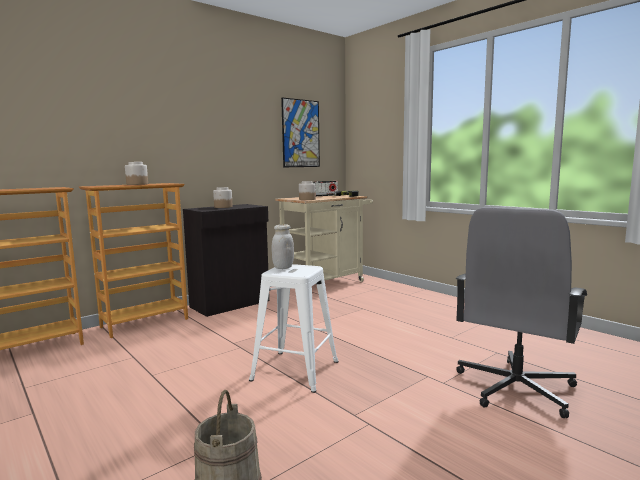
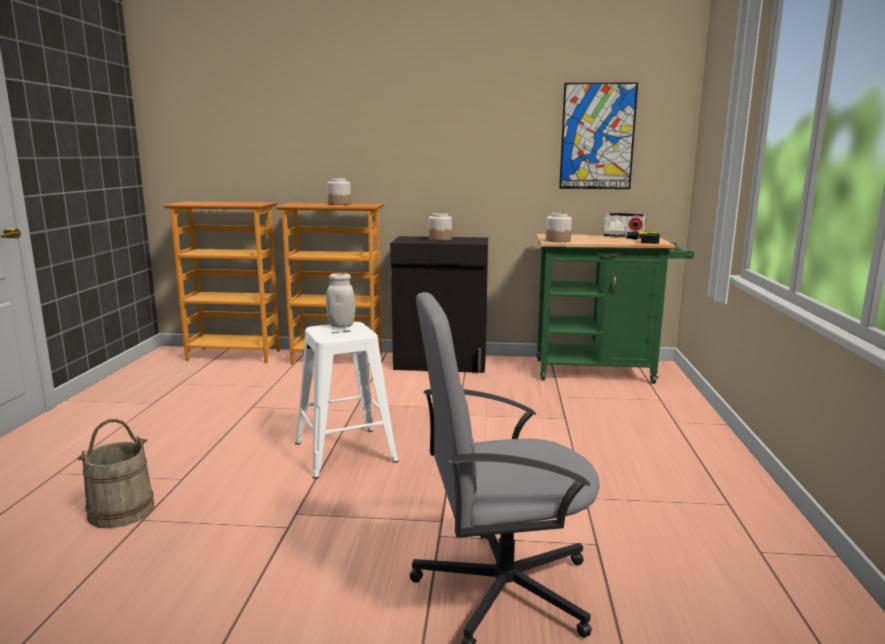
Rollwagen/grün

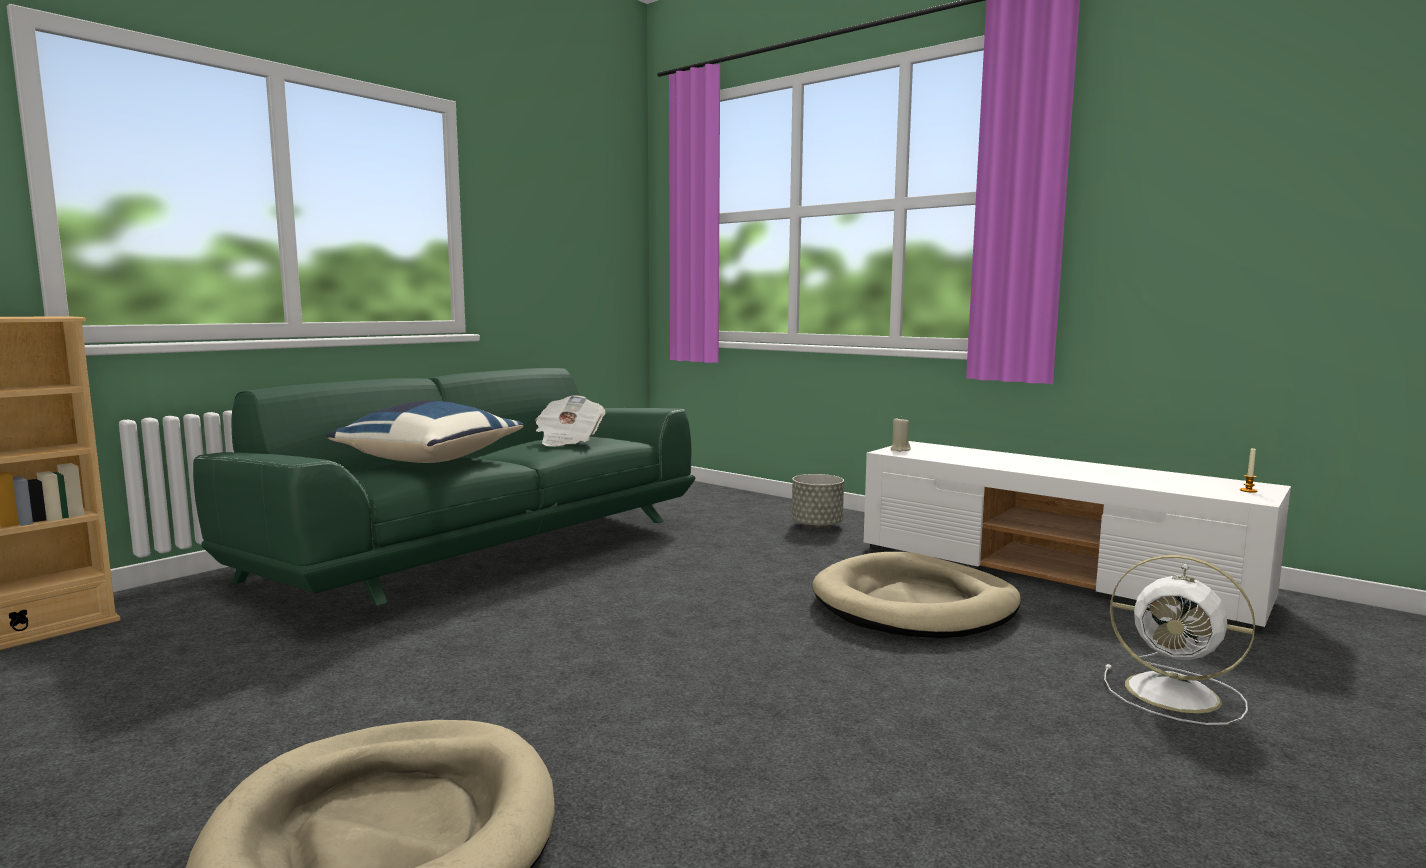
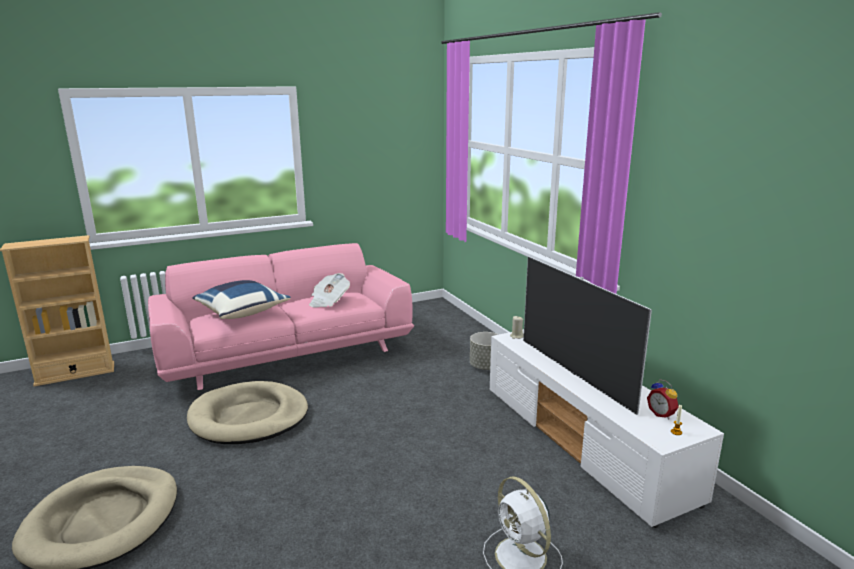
Sofa/rosa
Hundebett/beige (no. 2 from left)
Fernseher
Wecker

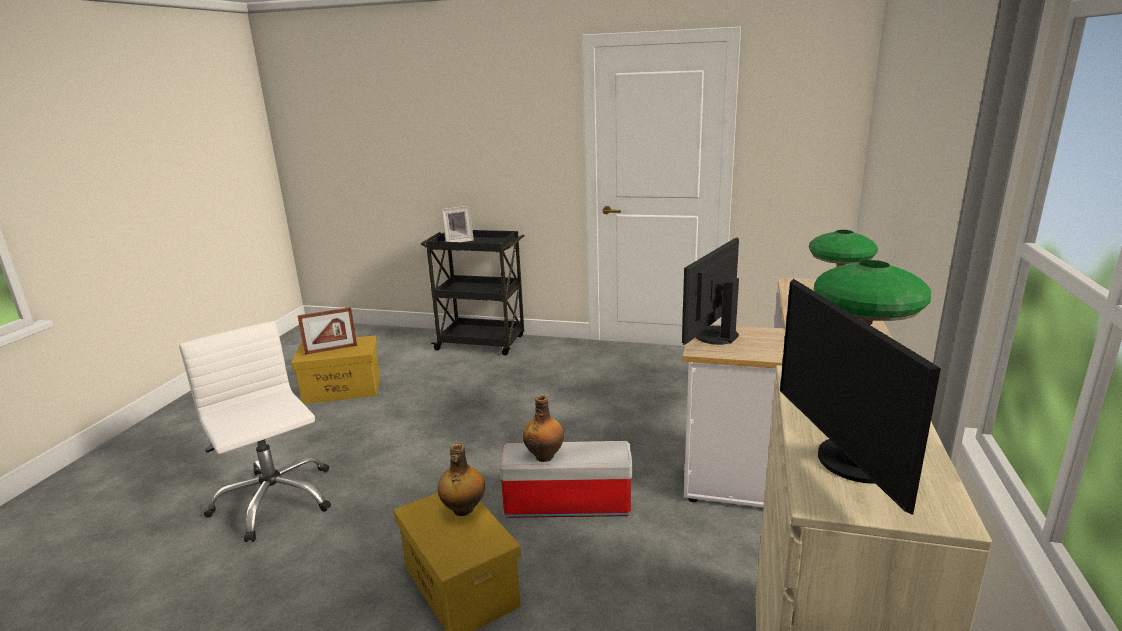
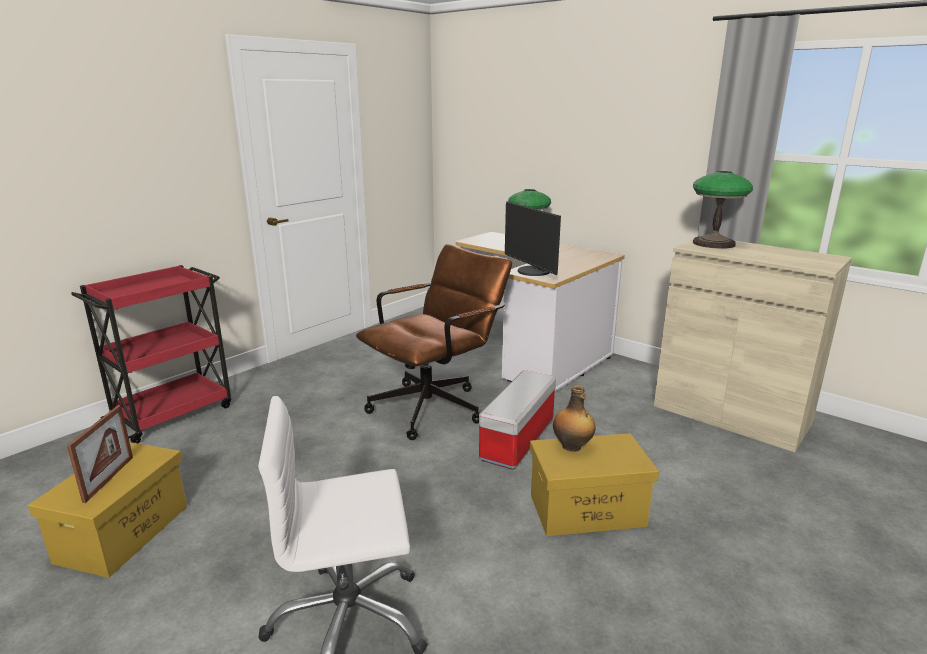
Bilderrahmen (no. 2 from left in the first image)
Rollwagen/rot
Monitor (no. 2 from left in the first image)
Flasche (no. 2 from left in the first image)
Bürostuhl/braun

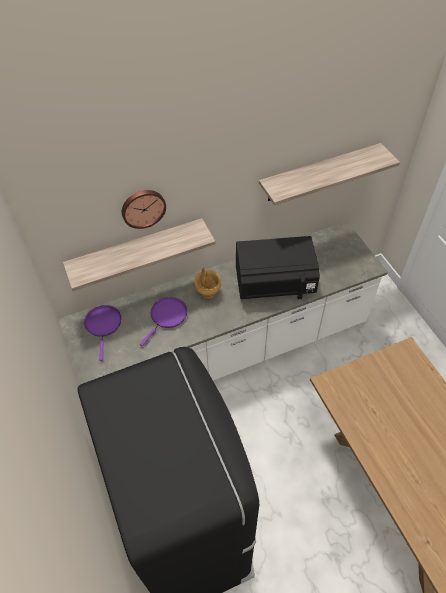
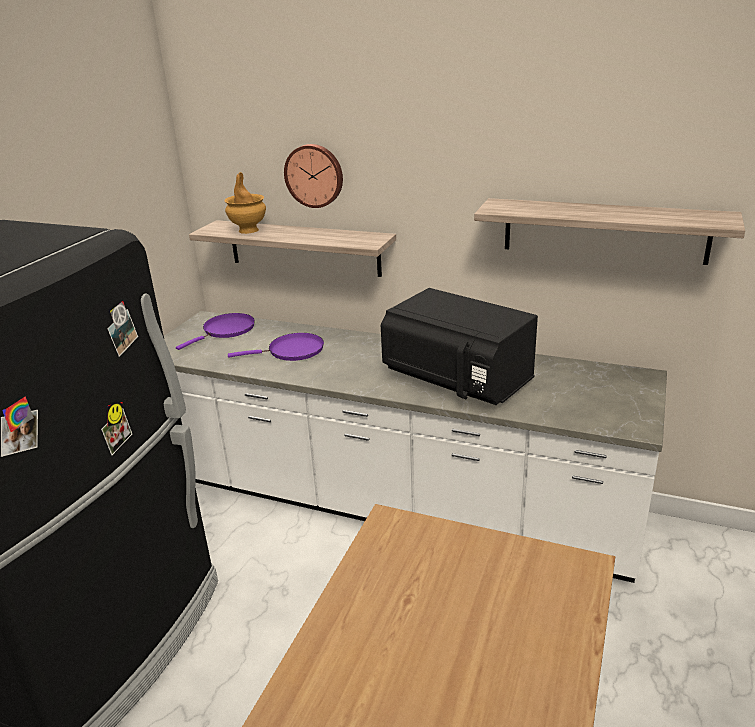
Vase/braun

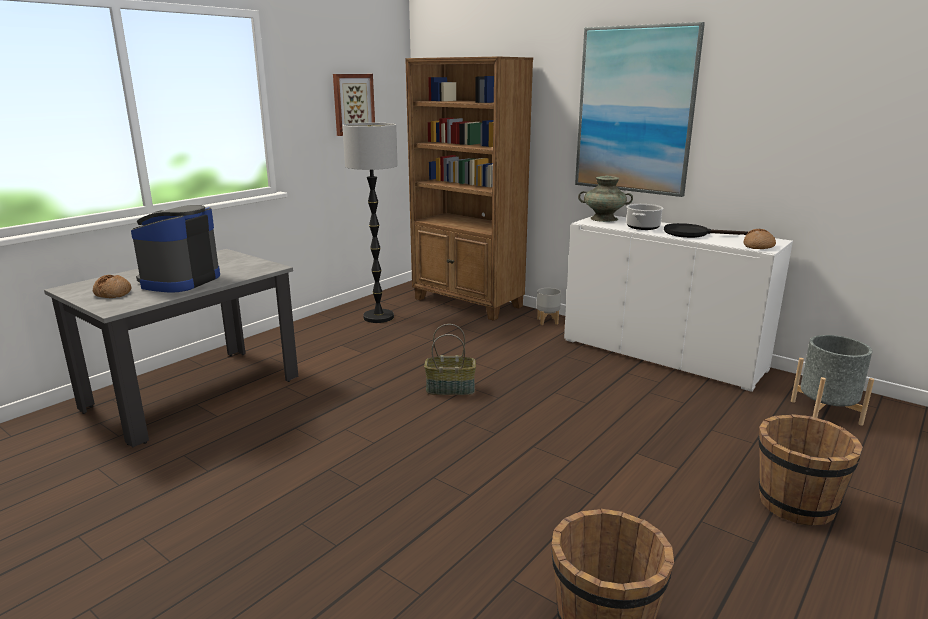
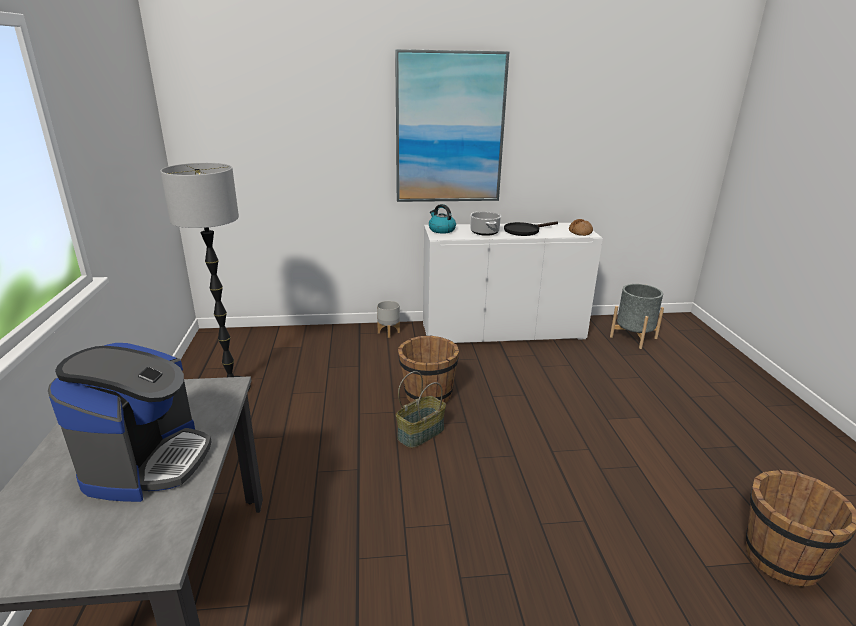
Bücherregal/braun
Bild (no. 1 from left in the first image)
Wasserkessel
Kaffeemaschine
Brot (no. 1 from left in the first image)
Eimer/braun (no. 1 from left)

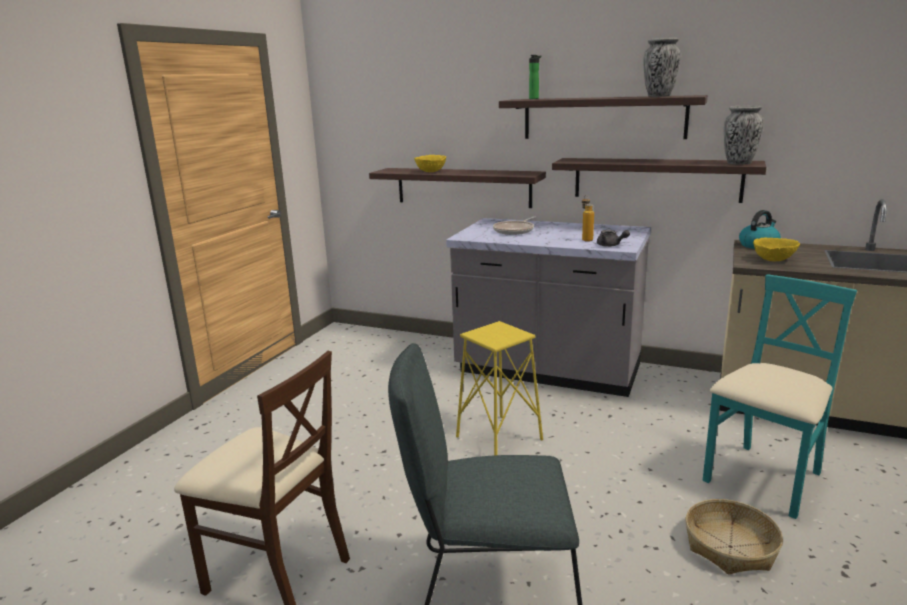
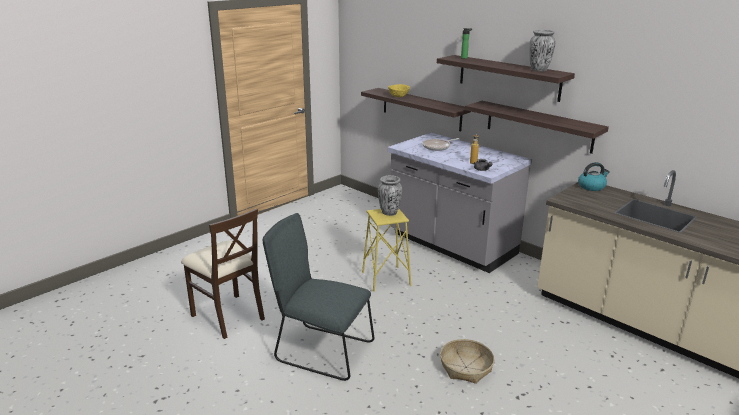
Vase (no. 1 from left)
Schüssel/gelb (no. 2 from left in the first image)
Stuhl/türkis

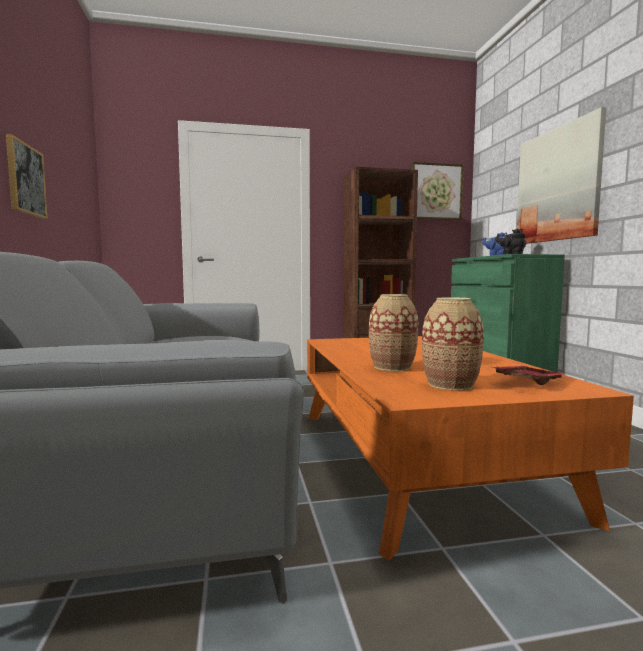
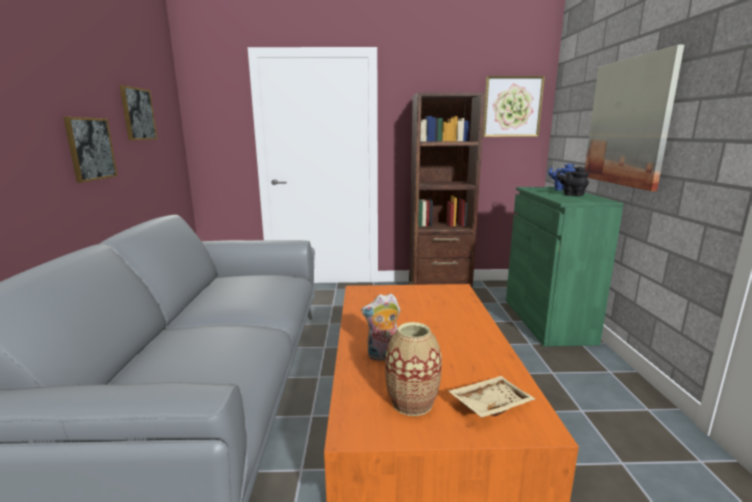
Plüschtier
Tablett/beige
Bild (no. 2 from left)

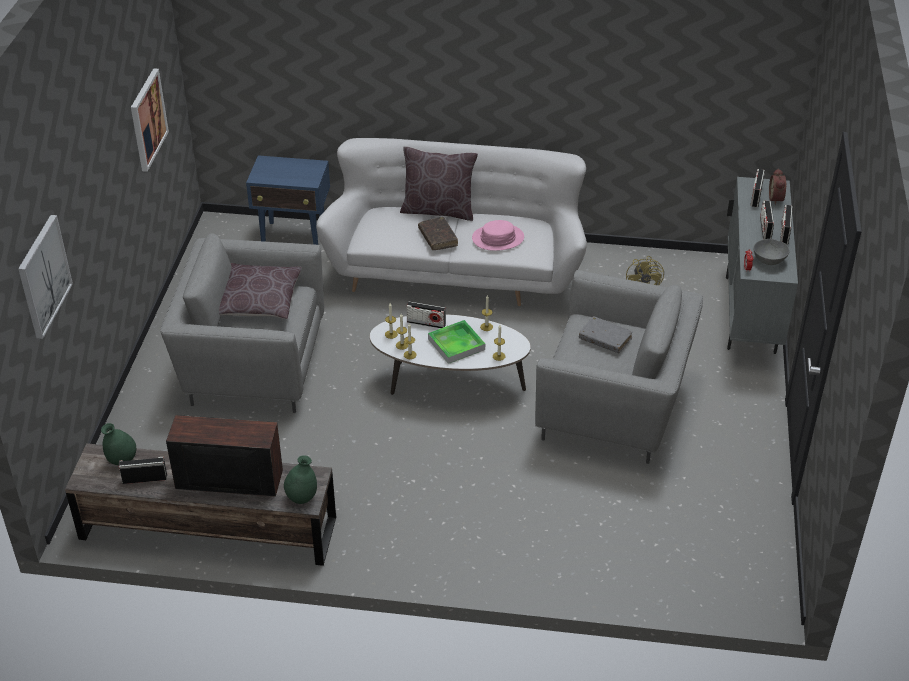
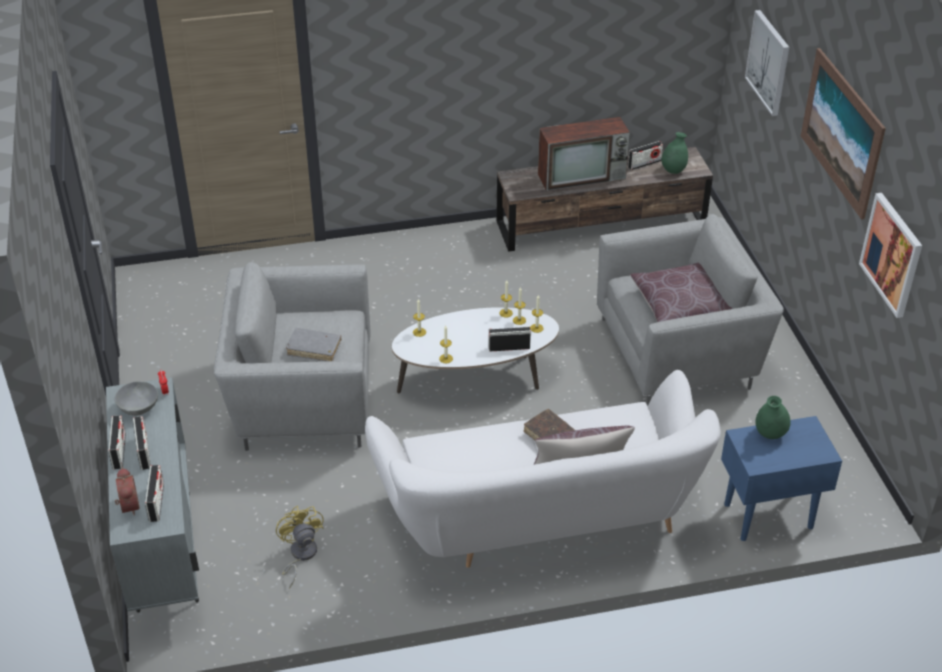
Hut/rosa
Tablett
Vase/grün (no. 2 from left)
Bild (no. 2 from left)

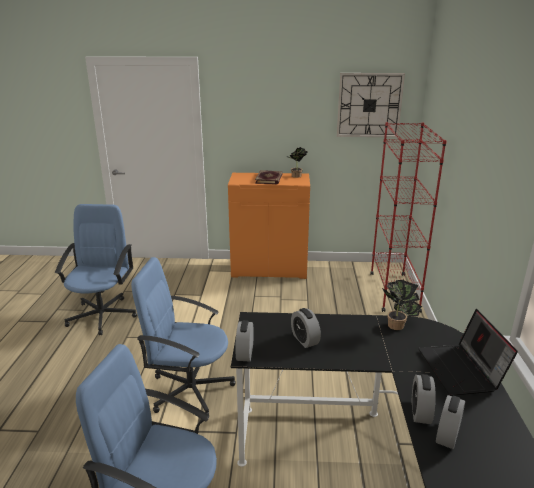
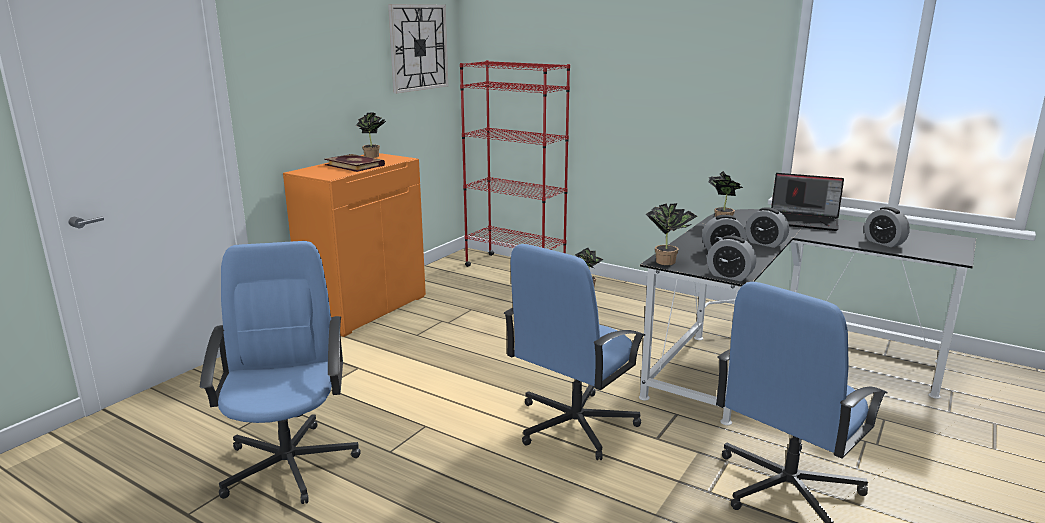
Bürostuhl/blau (no. 1 from left)
Wecker (no. 3 from left)
Topfpflanze (no. 3 from left)

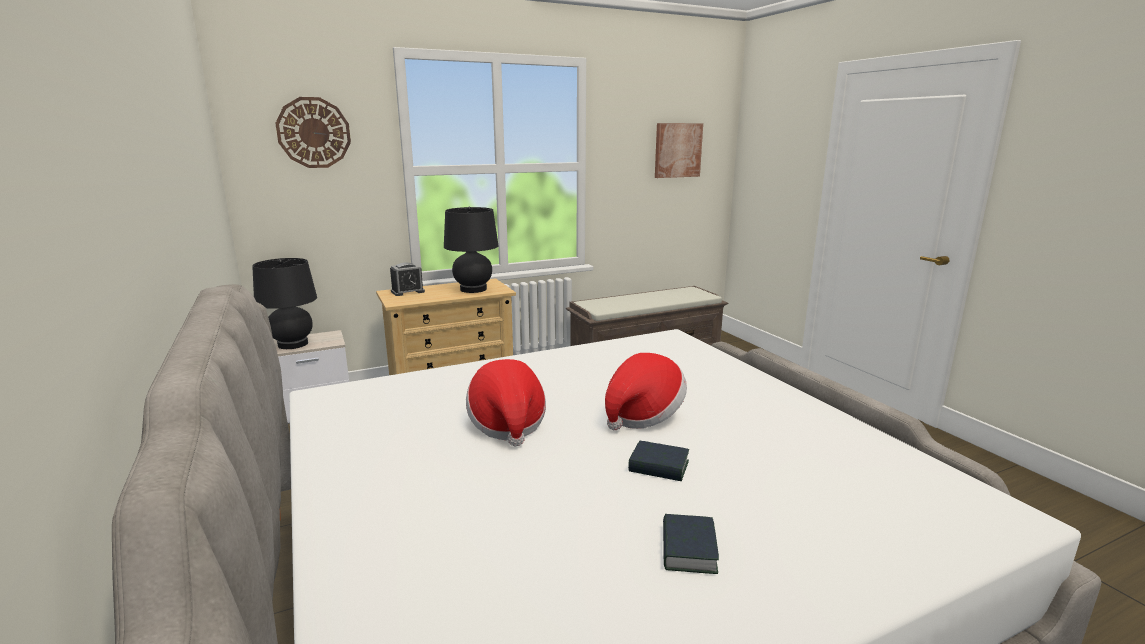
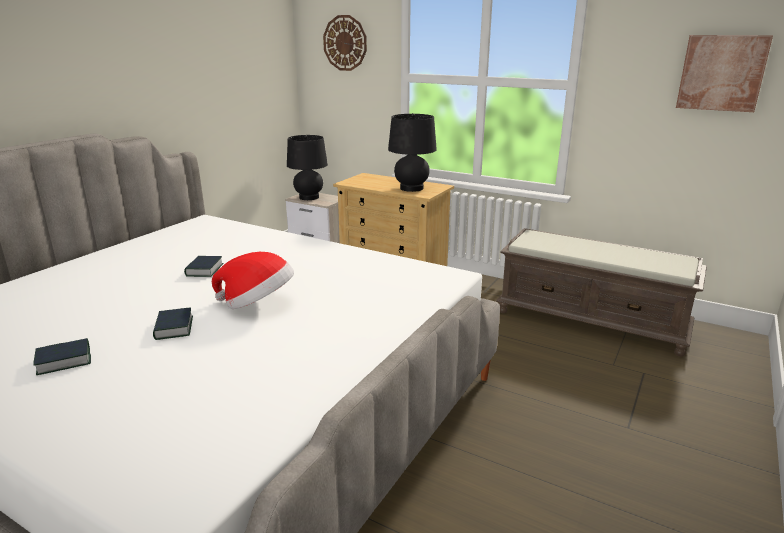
Wecker
Buch (no. 3 from left)

